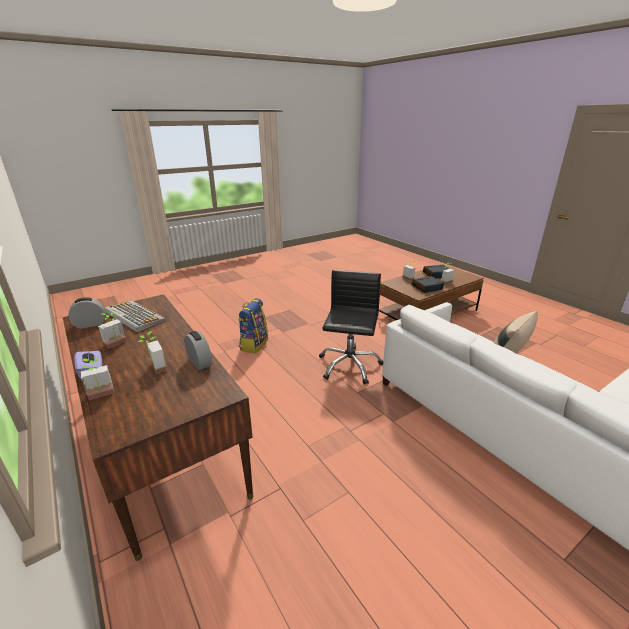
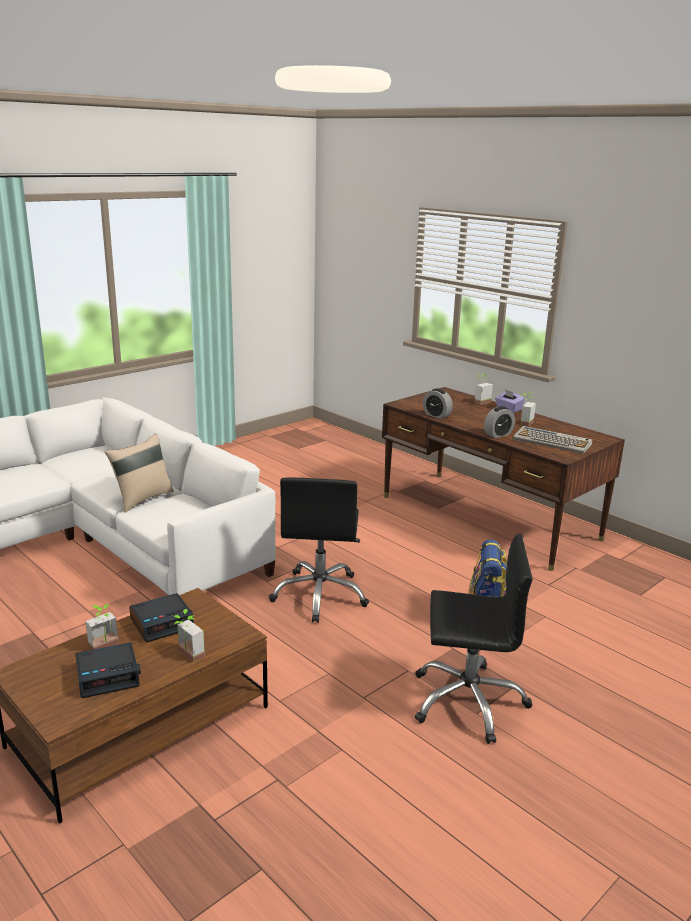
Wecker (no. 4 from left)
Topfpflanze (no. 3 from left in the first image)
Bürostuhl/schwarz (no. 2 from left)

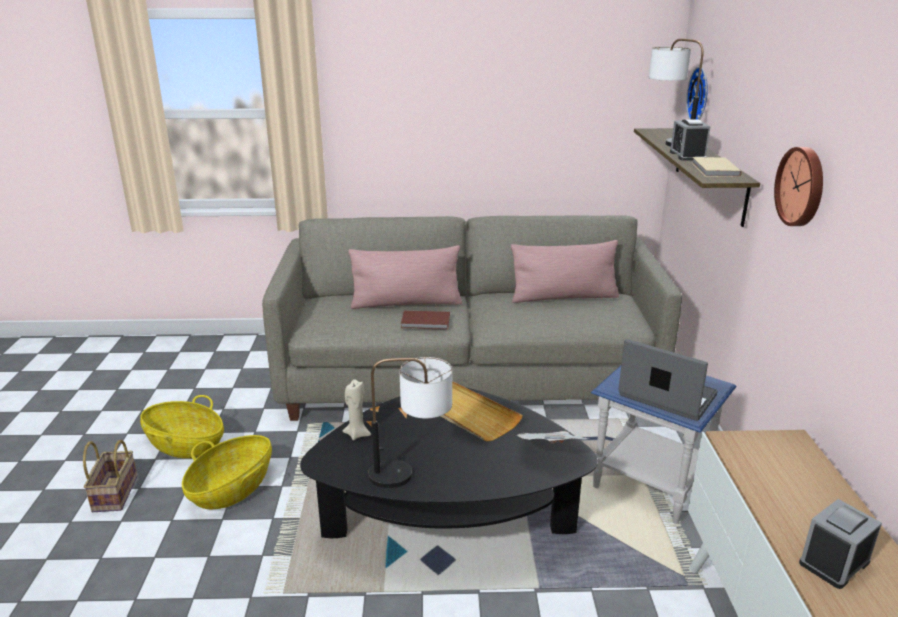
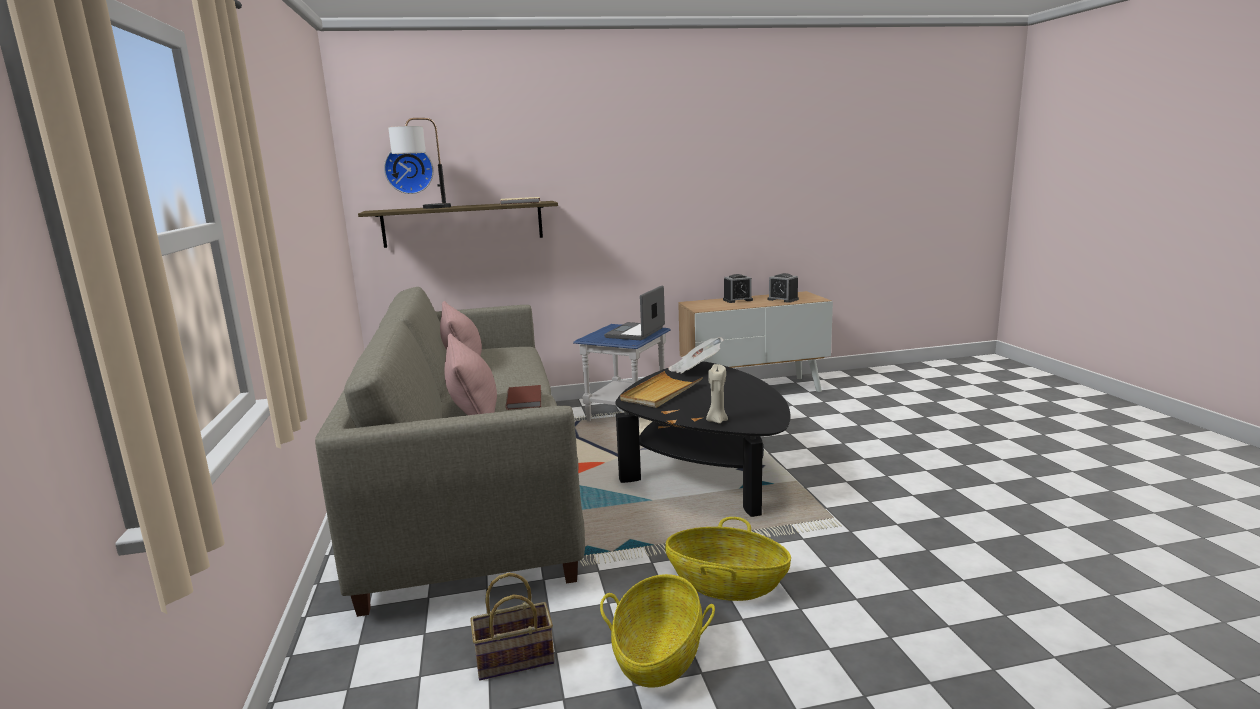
Wecker (no. 1 from left)
Wanduhr (no. 2 from left in the first image)
Tischlampe (no. 1 from left in the first image)
Korb (no. 1 from left)

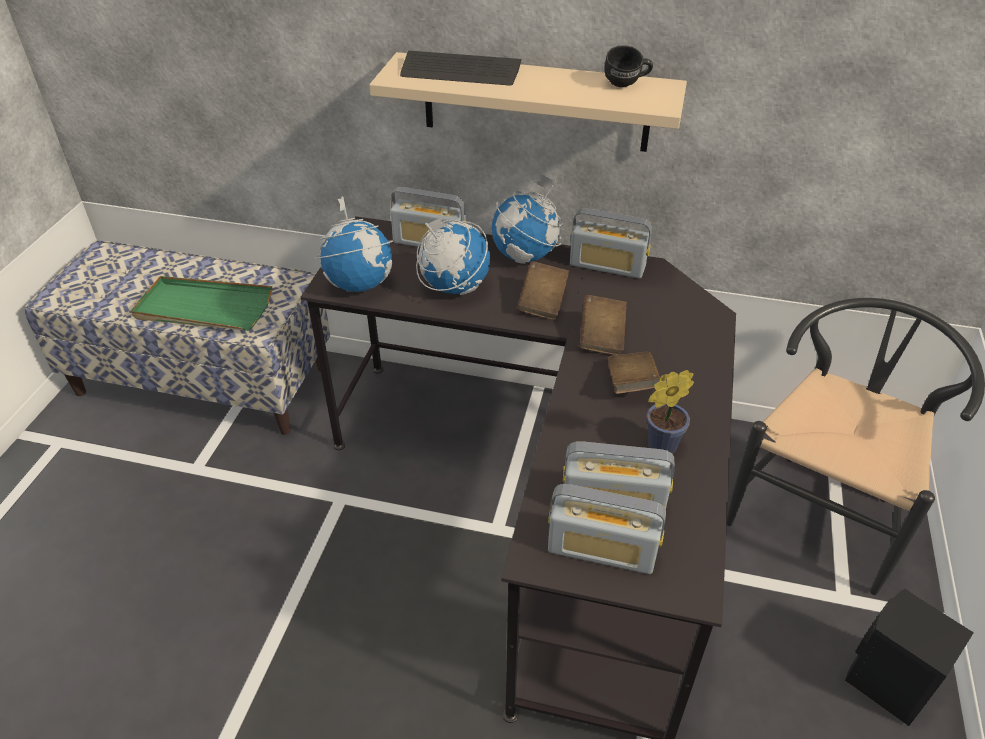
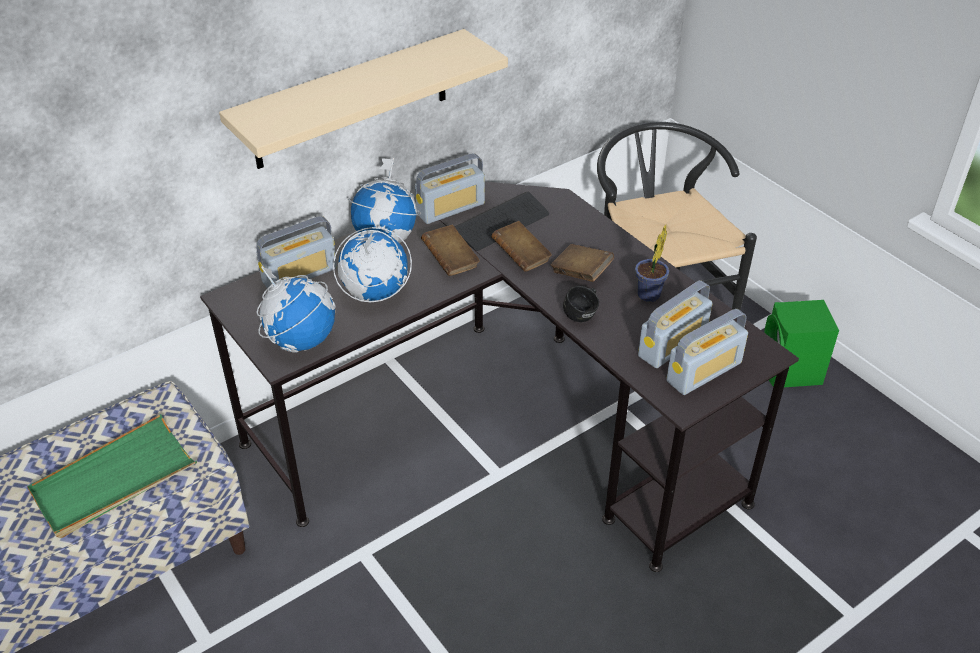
Henkelbecher/schwarz
Tastatur
Lautsprecher/grün

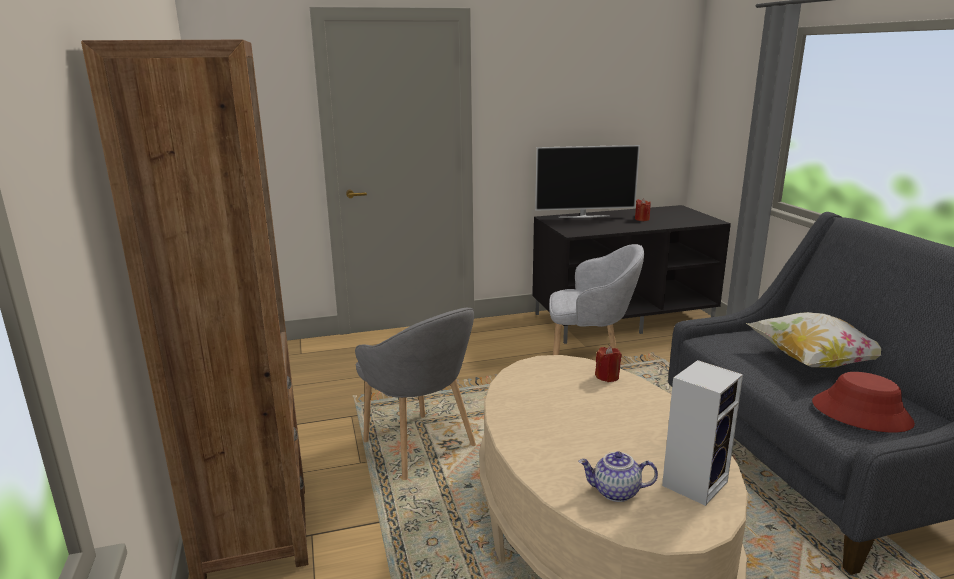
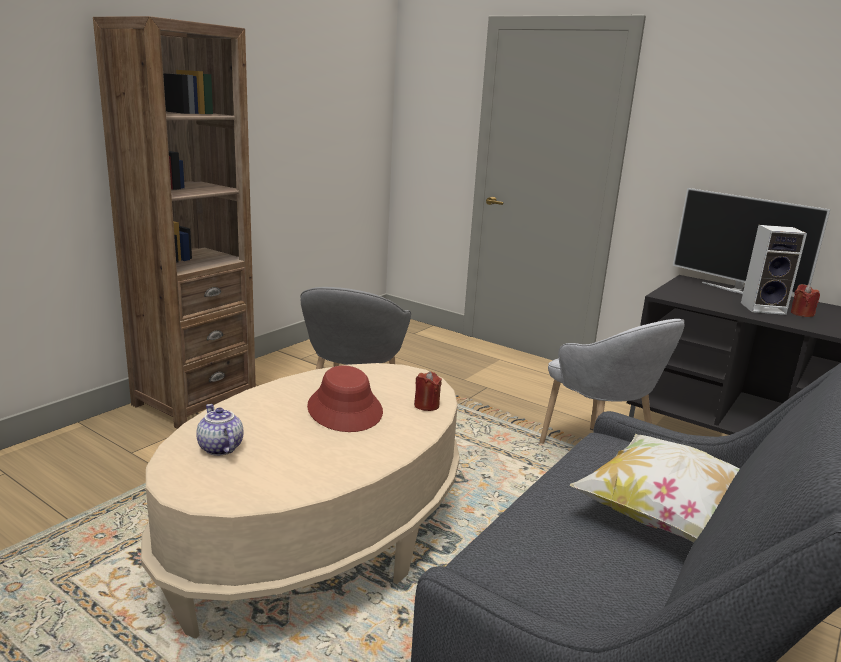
Lautsprecher
Hut/rot

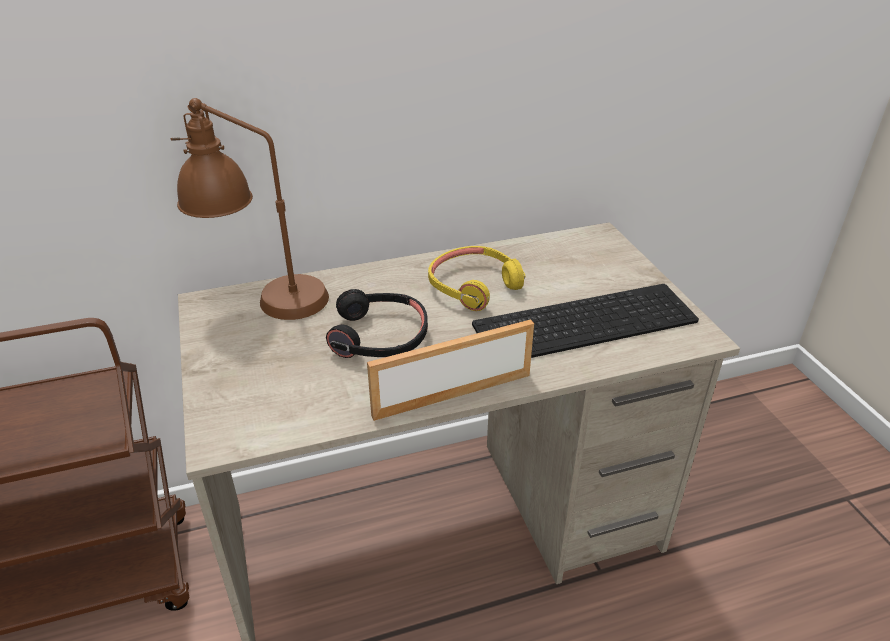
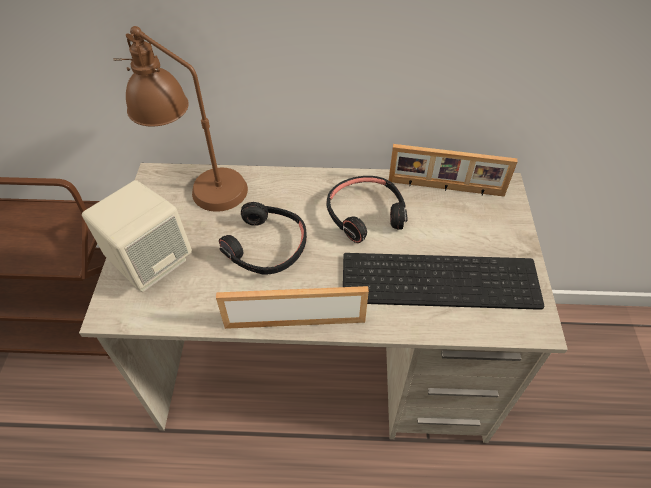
Kopfhörer/schwarz (no. 2 from left)
Bilderrahmen (no. 2 from left)
Lautsprecher/beige

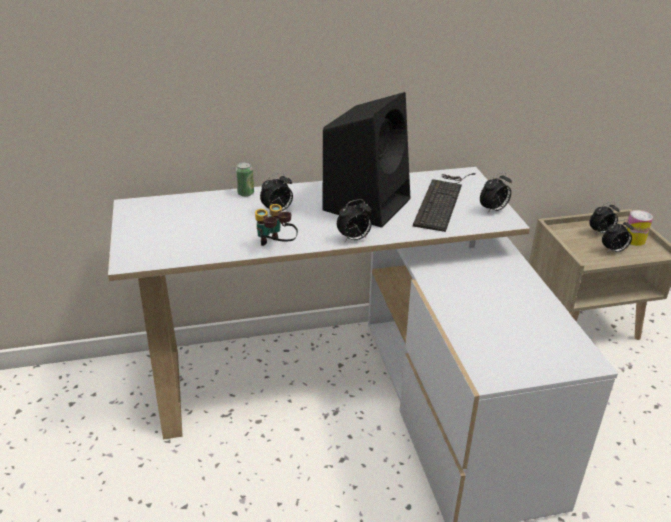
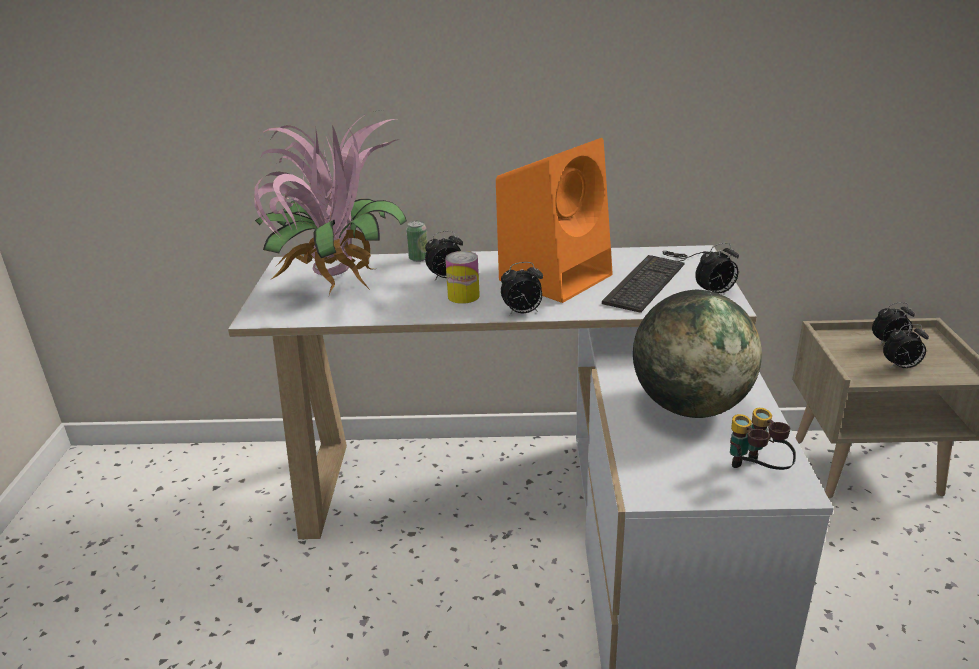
Lautsprecher/orange
Fernglas
Dose (no. 2 from left)
Topfpflanze
Globus

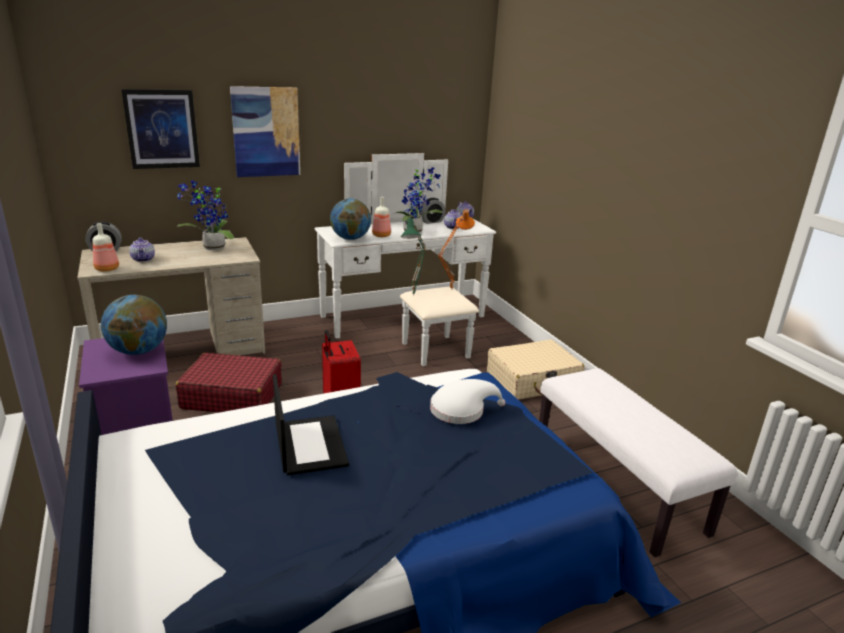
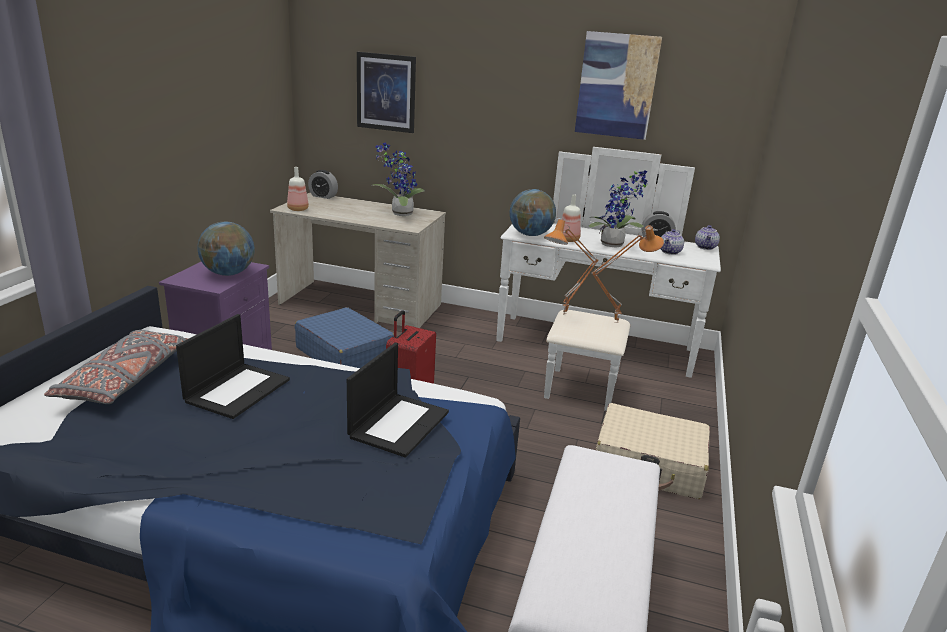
Bild (no. 2 from left)
Tischlampe/orange (no. 1 from left)
Teekanne (no. 1 from left in the first image)
Koffer/blau
Laptop (no. 2 from left)
Kissen/grau

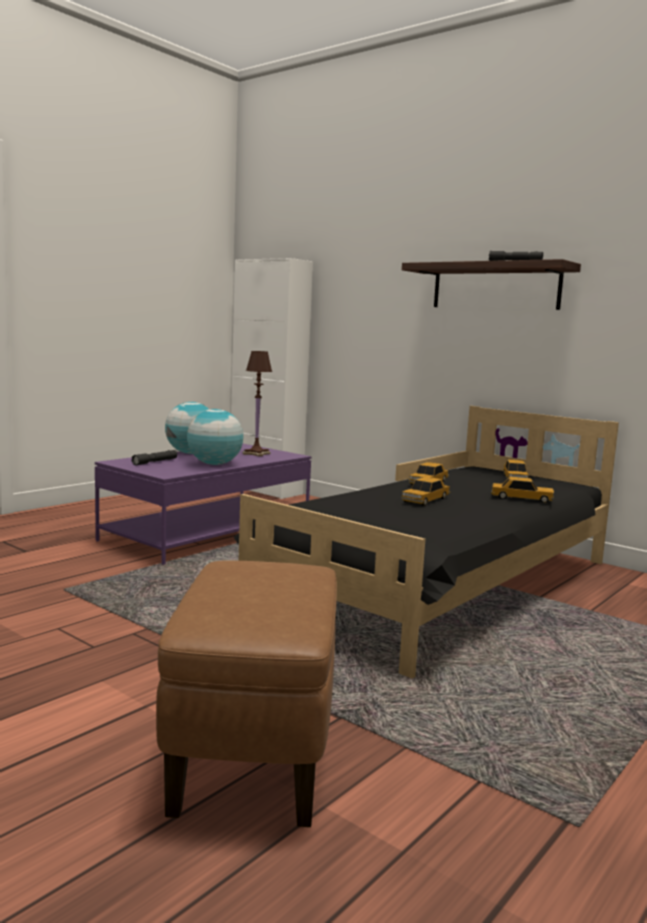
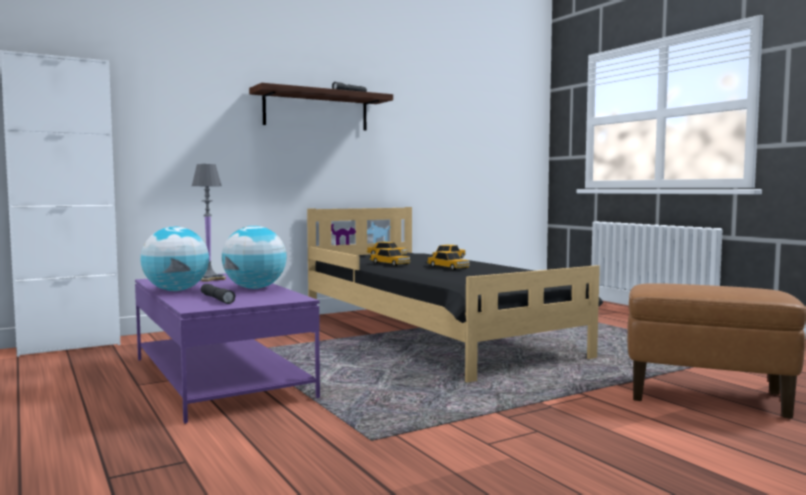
Tischlampe/grau

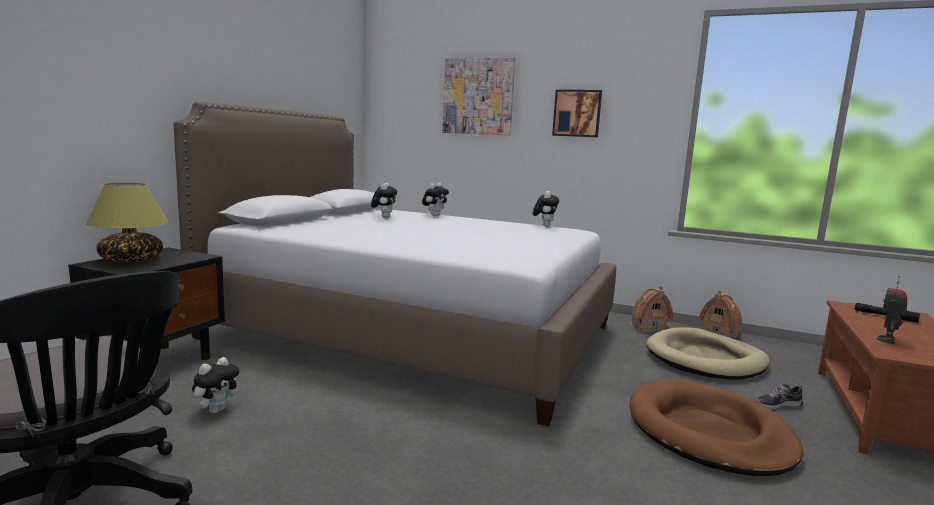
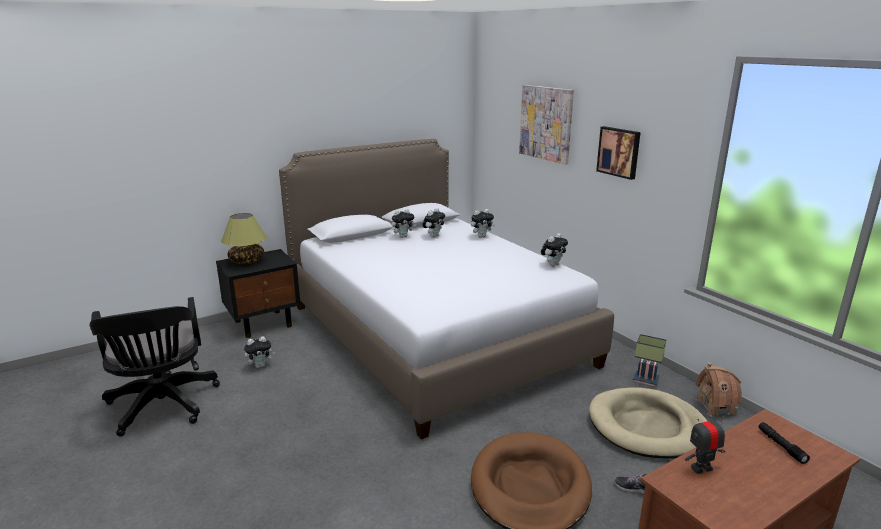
Tischlampe (no. 2 from left)
Plüschtier (no. 2 from left)

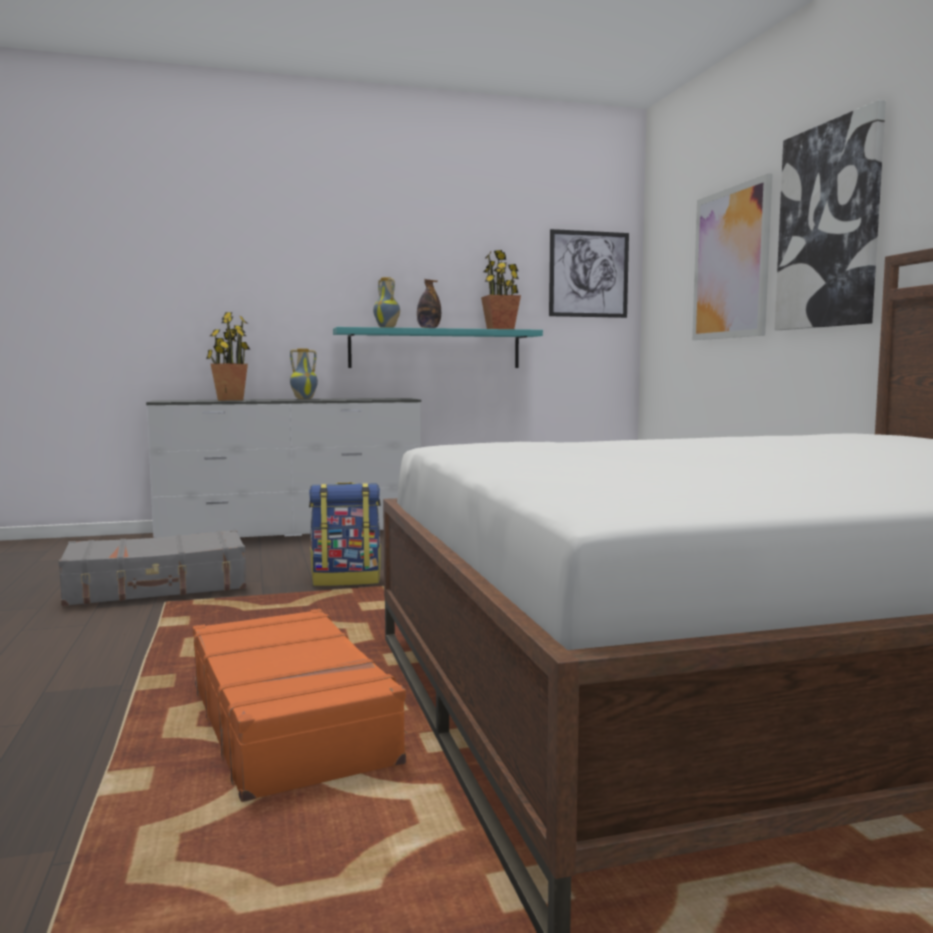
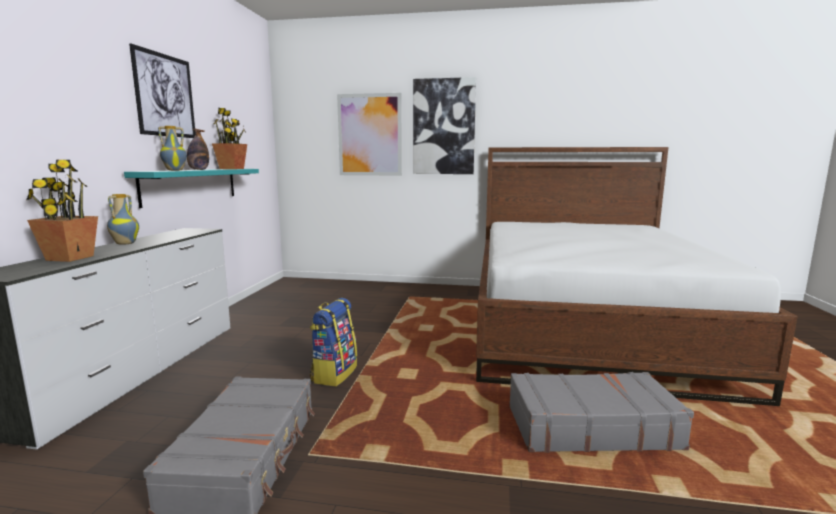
Bild (no. 1 from left)
Koffer/grau (no. 2 from left)

